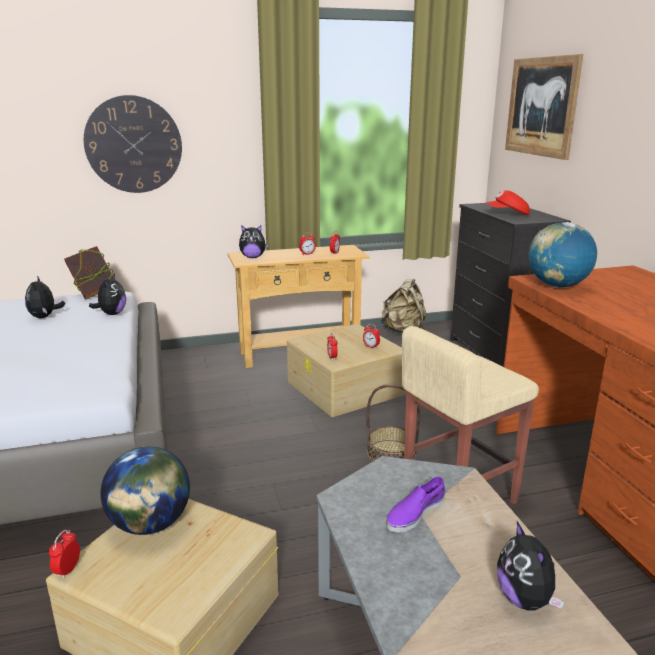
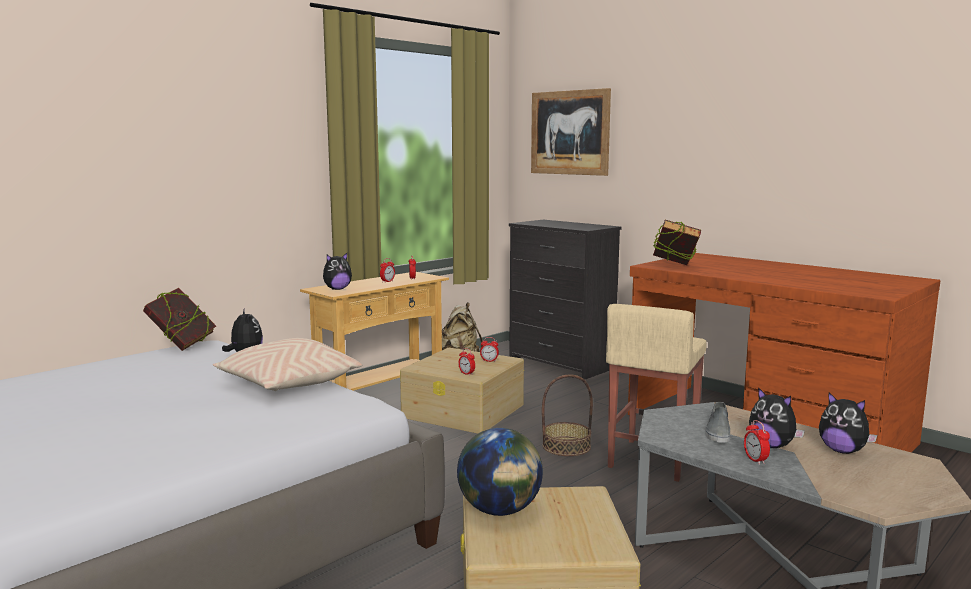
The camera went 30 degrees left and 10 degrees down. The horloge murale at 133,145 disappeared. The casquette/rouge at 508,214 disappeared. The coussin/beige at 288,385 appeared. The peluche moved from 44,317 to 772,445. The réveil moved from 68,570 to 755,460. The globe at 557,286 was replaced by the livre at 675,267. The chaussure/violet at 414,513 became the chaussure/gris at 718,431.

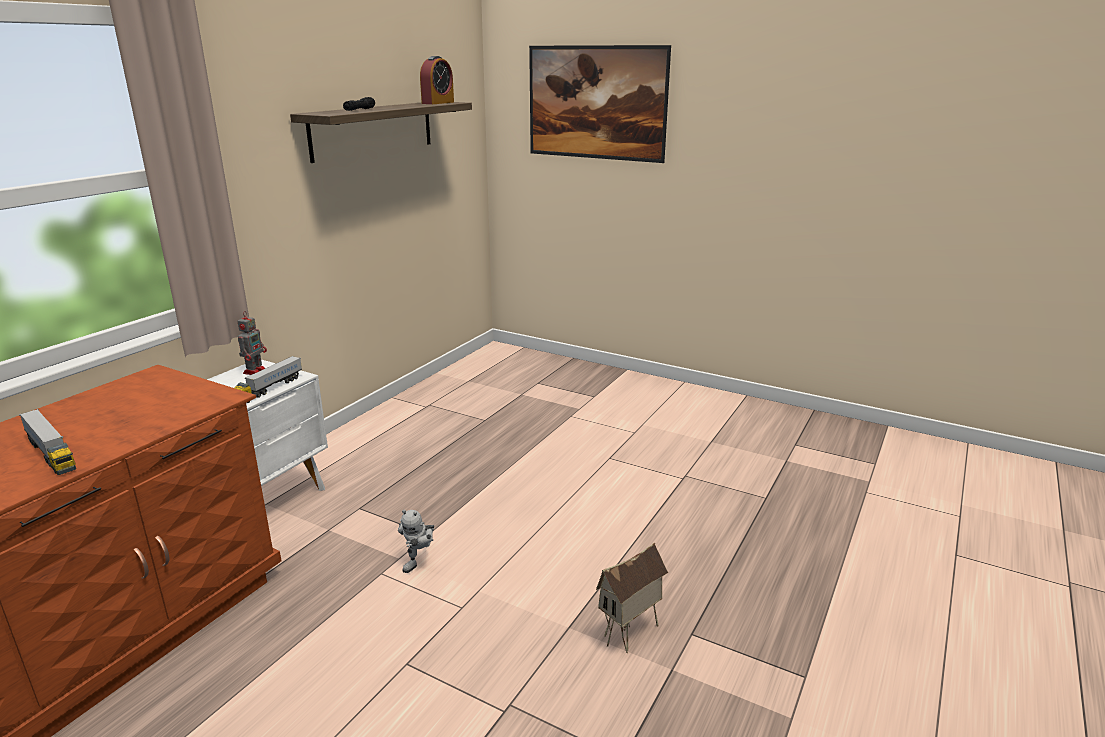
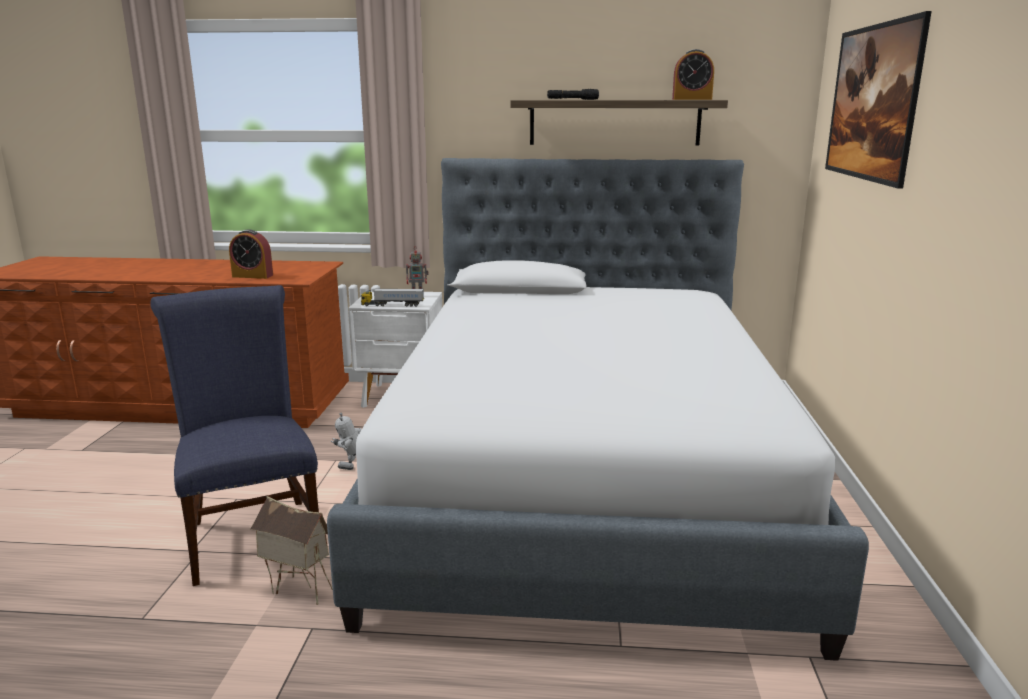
The camera went 65 degrees right and 5 degrees down. The camion jouet at 51,454 disappeared. The chaise/bleu at 253,534 appeared. The réveil at 252,276 appeared. The lit at 584,480 appeared.

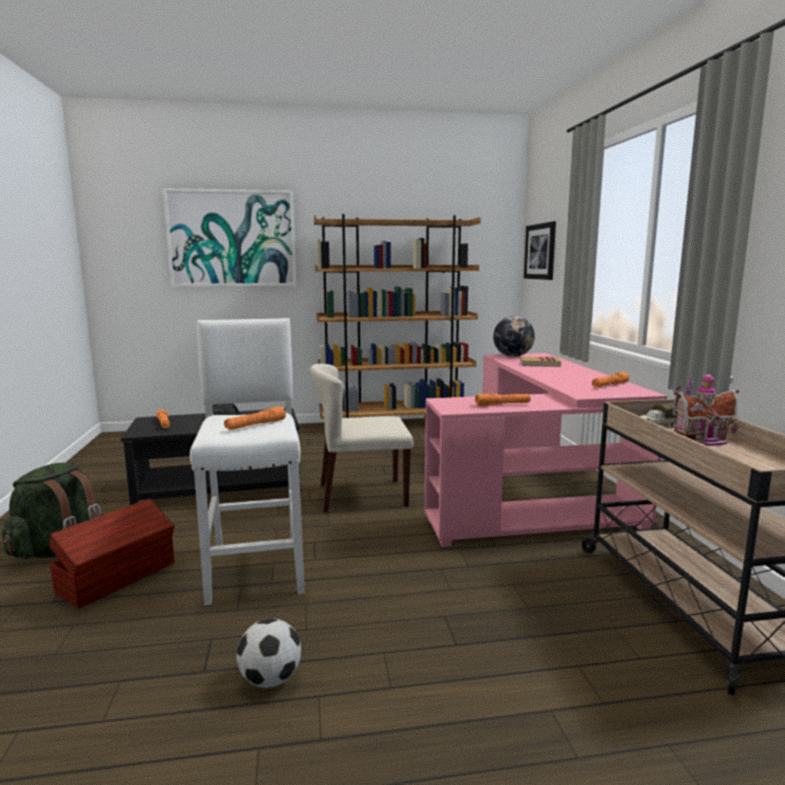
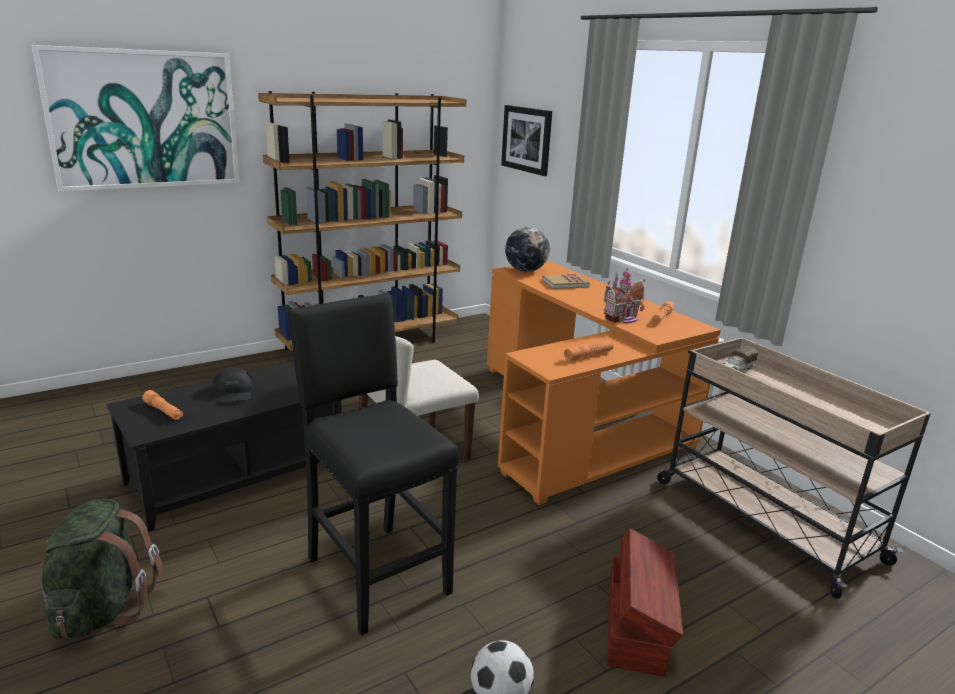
The camera went 25 degrees left and 10 degrees up. The lampe de poche/orange at 255,425 disappeared. The boîte de rangement/marron moved from 119,577 to 637,625. The maison miniature moved from 704,441 to 623,319. The tabouret/blanc at 257,567 became the tabouret/noir at 376,573. The bureau/rose at 537,494 became the bureau/orange at 578,421.

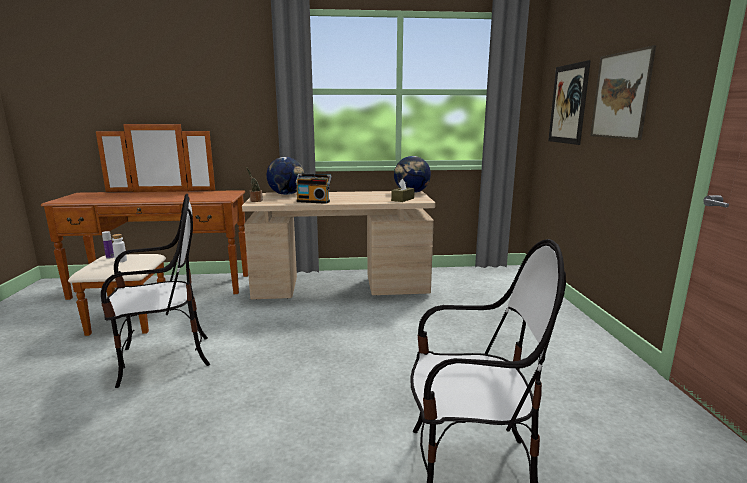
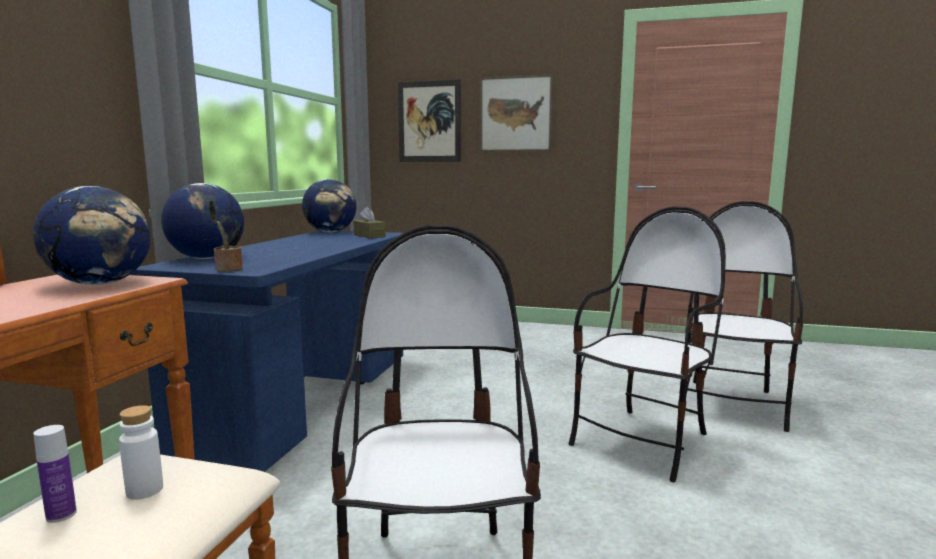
The camera went 70 degrees left and 5 degrees down. The radio at 313,201 disappeared. The globe at 101,283 appeared. The chaise at 643,442 appeared. The bureau/beige at 341,288 became the bureau/bleu at 306,400.

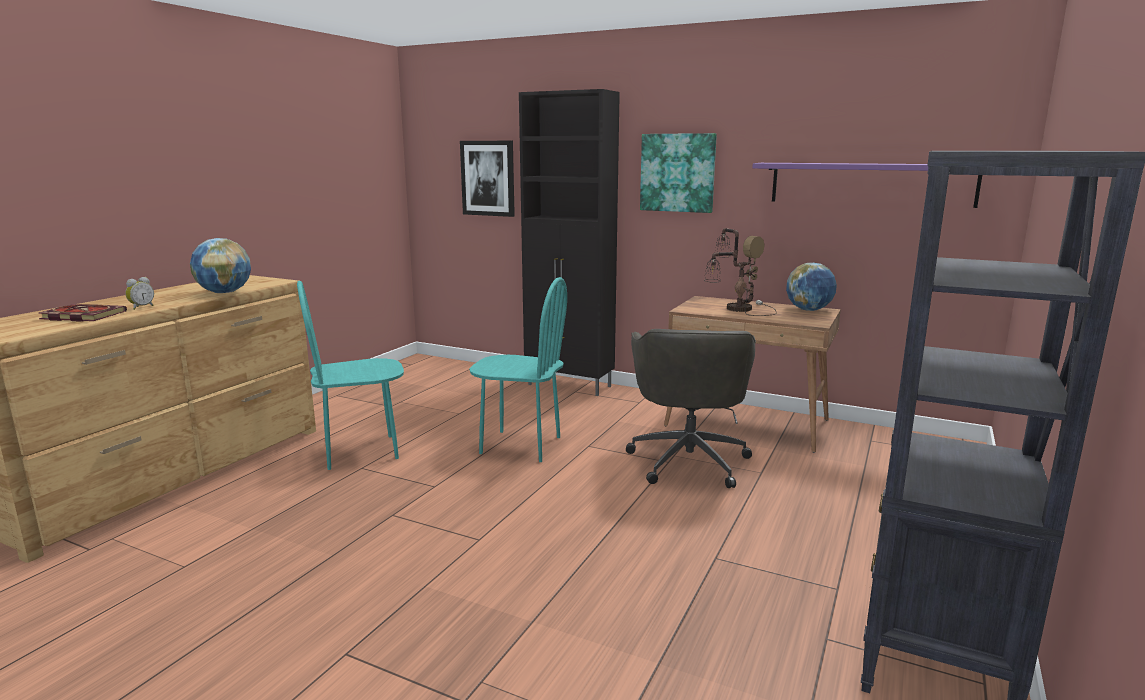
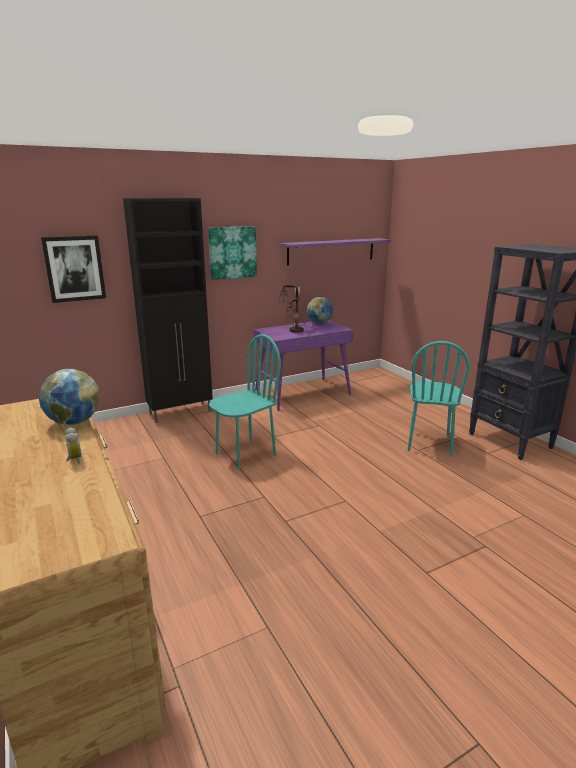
The camera went 55 degrees left and 5 degrees up. The livre at 81,316 disappeared. The chaise de bureau/gris at 689,460 disappeared. The chaise/turquoise moved from 361,451 to 429,443. The bureau/marron at 747,423 became the bureau/violet at 302,393.

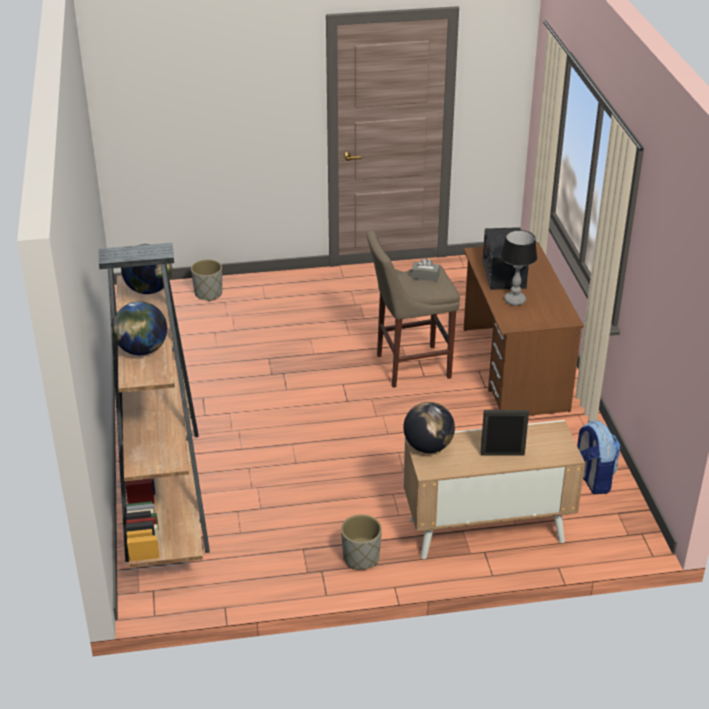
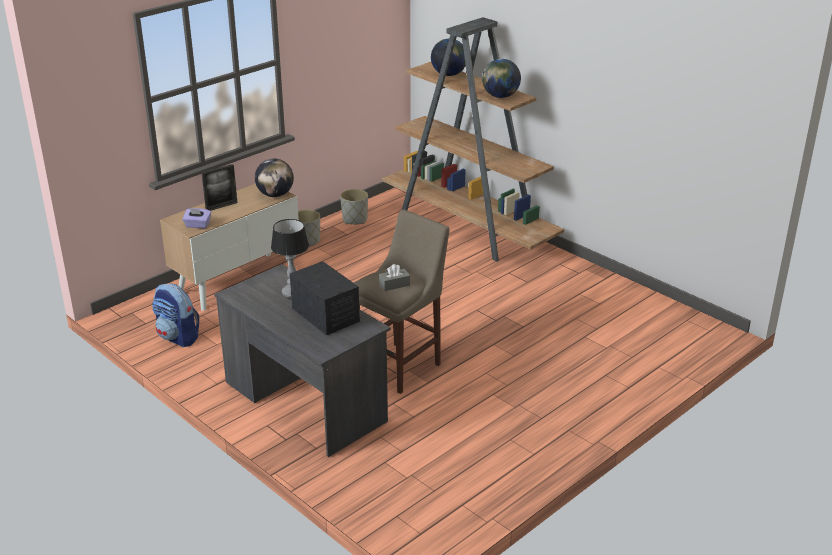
The camera went 145 degrees right and 5 degrees down. The boîte à mouchoirs/violet at 197,225 appeared. The cache-pot/gris moved from 208,294 to 355,220. The bureau/marron at 514,369 became the bureau/gris at 305,401.

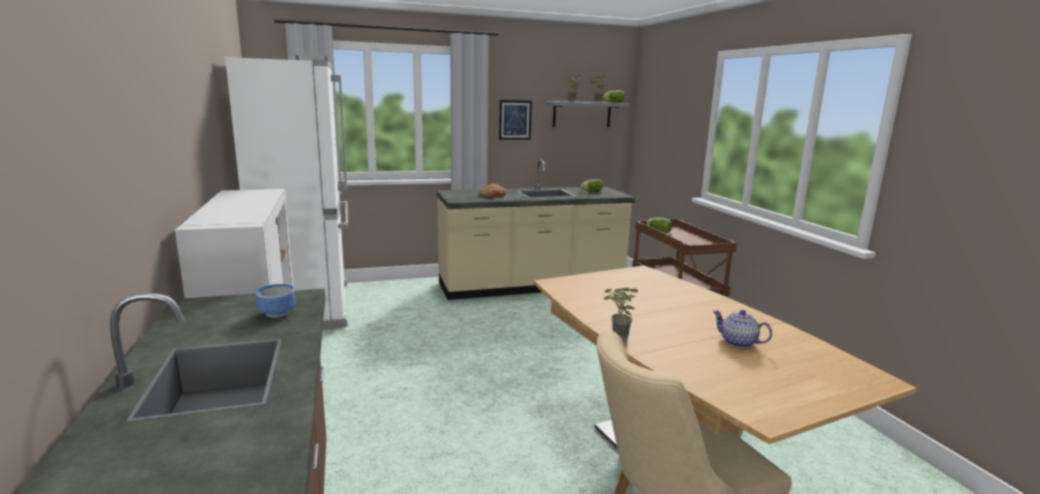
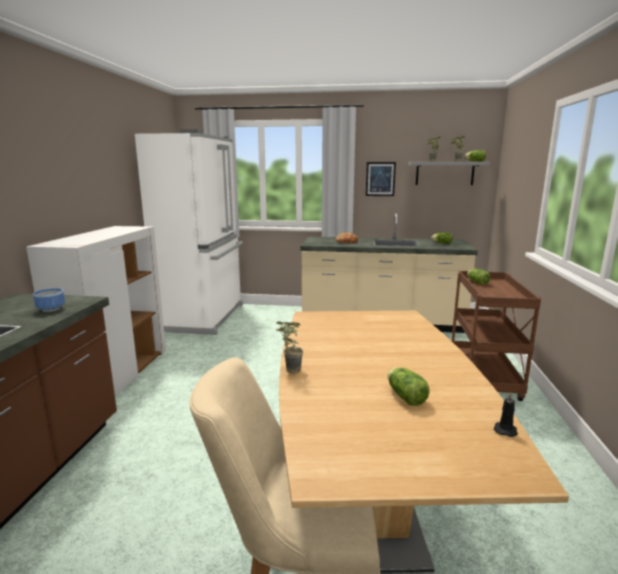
The camera went 25 degrees right and 0 degrees up. The bougie/noir at 505,430 appeared. The théière at 737,342 was replaced by the laitue at 404,395.

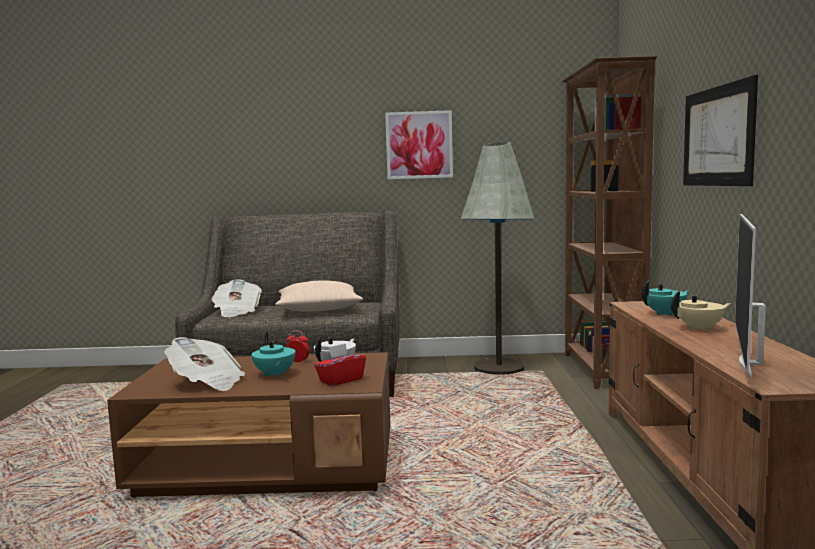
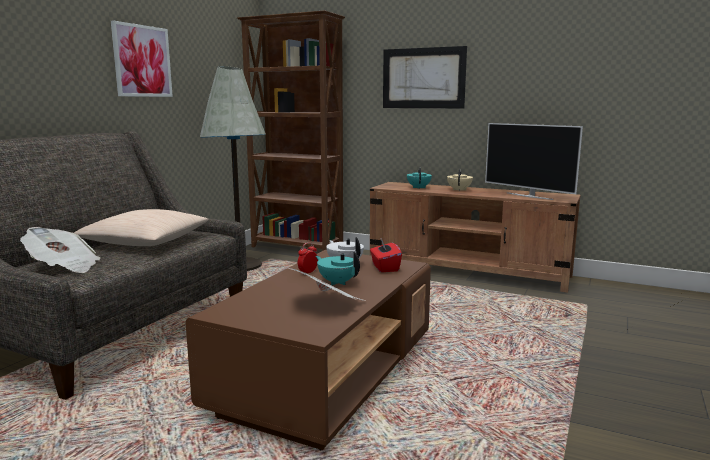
The camera went 65 degrees left and 5 degrees up. The théière/turquoise at 274,374 turned 135 degrees counterclockwise.

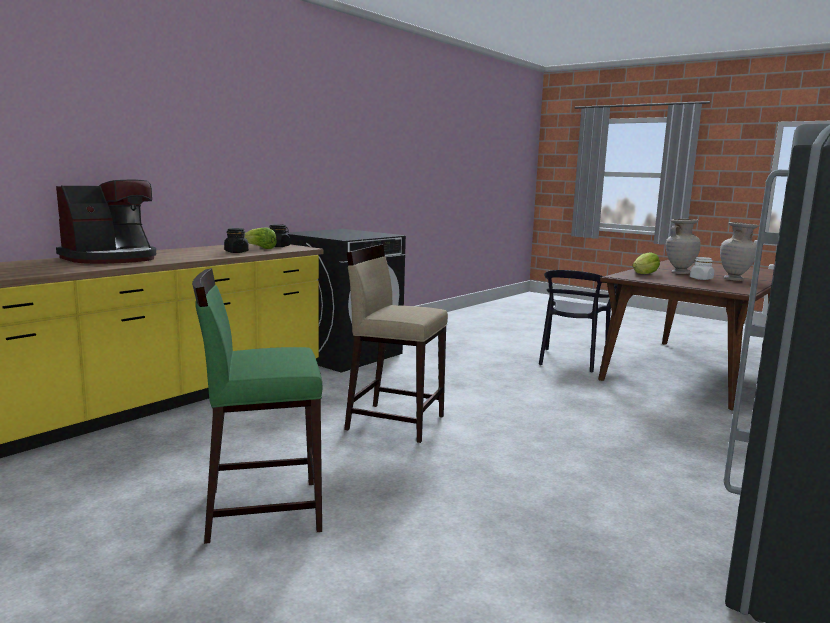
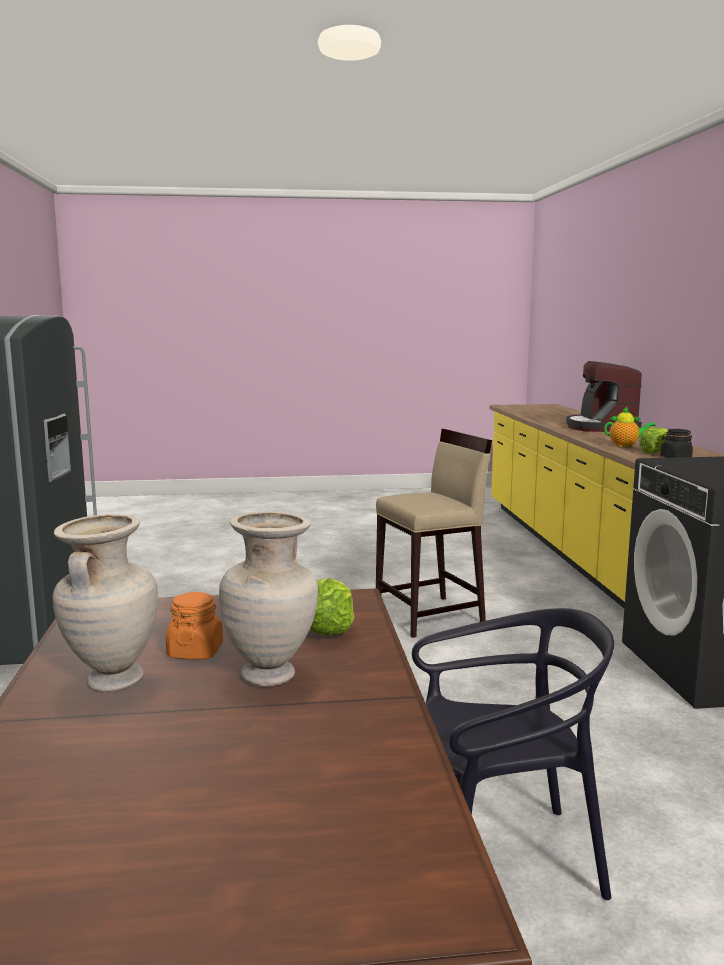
The camera went 135 degrees right and 0 degrees up. The tabouret/vert at 262,509 disappeared. The bocal/noir at 236,252 was replaced by the théière at 625,445. The bocal/blanc at 701,279 became the bocal/orange at 195,652. The chaise/noir at 571,360 turned 105 degrees clockwise.

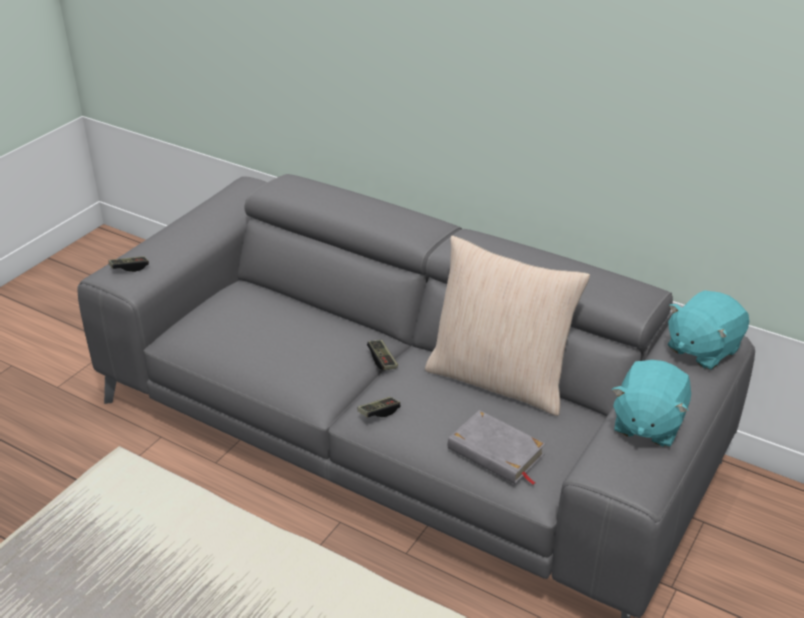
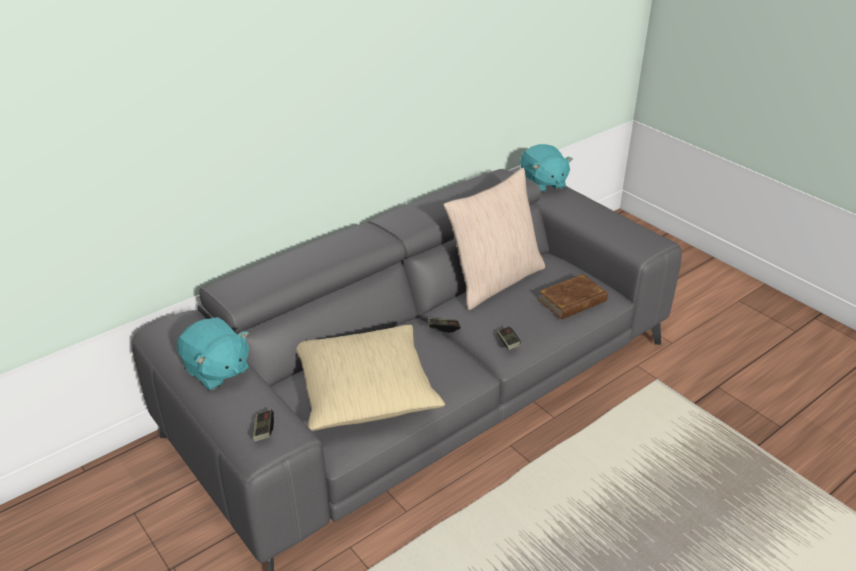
The camera went 70 degrees left and 0 degrees up. The coussin/beige at 366,390 appeared. The peluche/turquoise moved from 647,424 to 216,371. The livre/gris at 495,452 became the livre/marron at 572,300.

